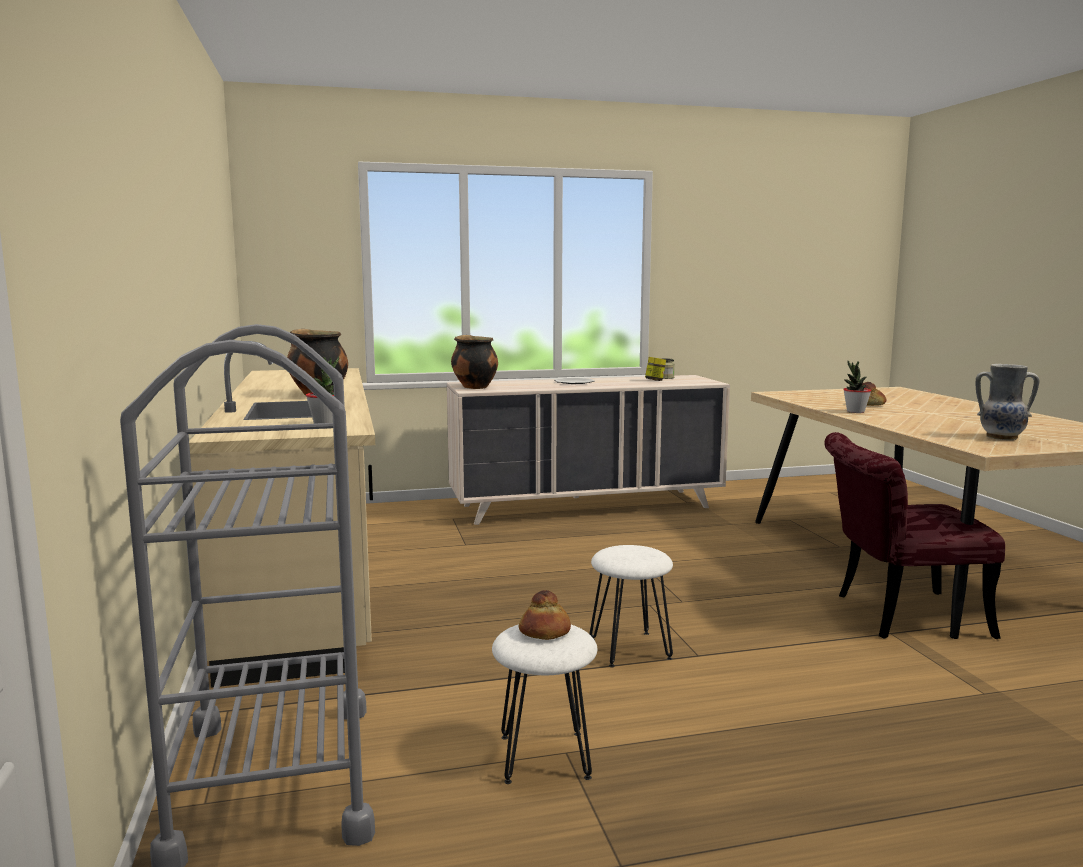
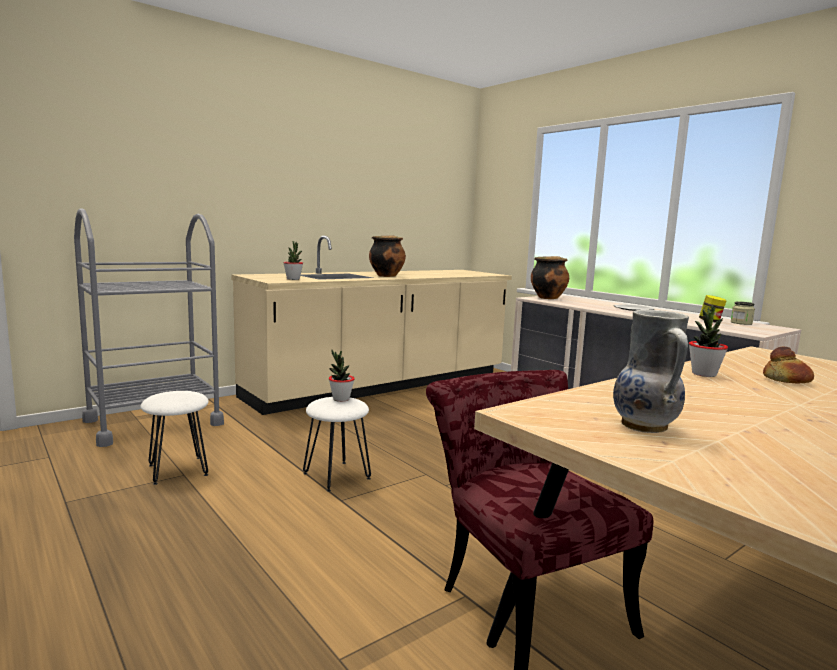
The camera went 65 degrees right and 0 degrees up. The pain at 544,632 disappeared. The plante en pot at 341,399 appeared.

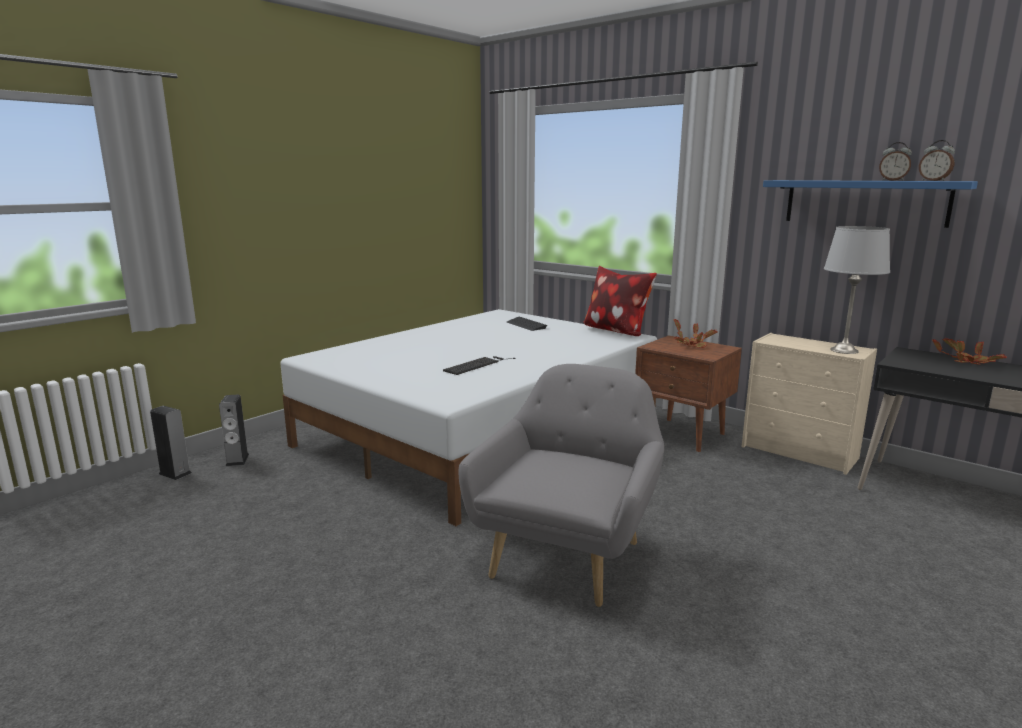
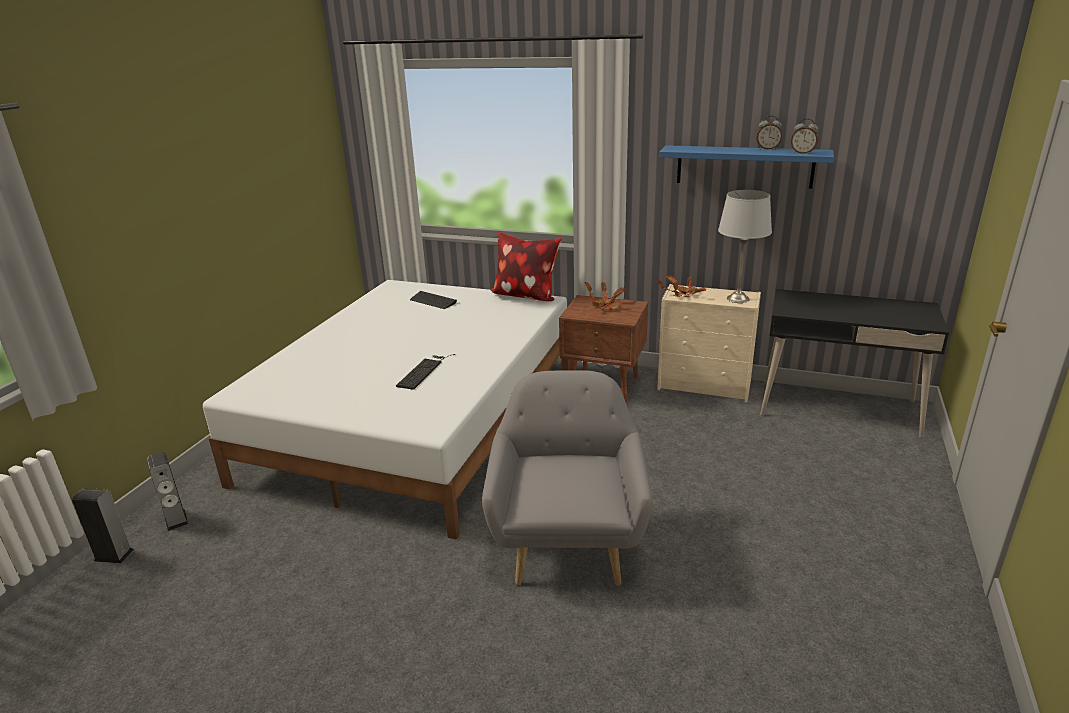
The camera went 20 degrees left and 10 degrees up. The plante en pot moved from 967,362 to 682,294.

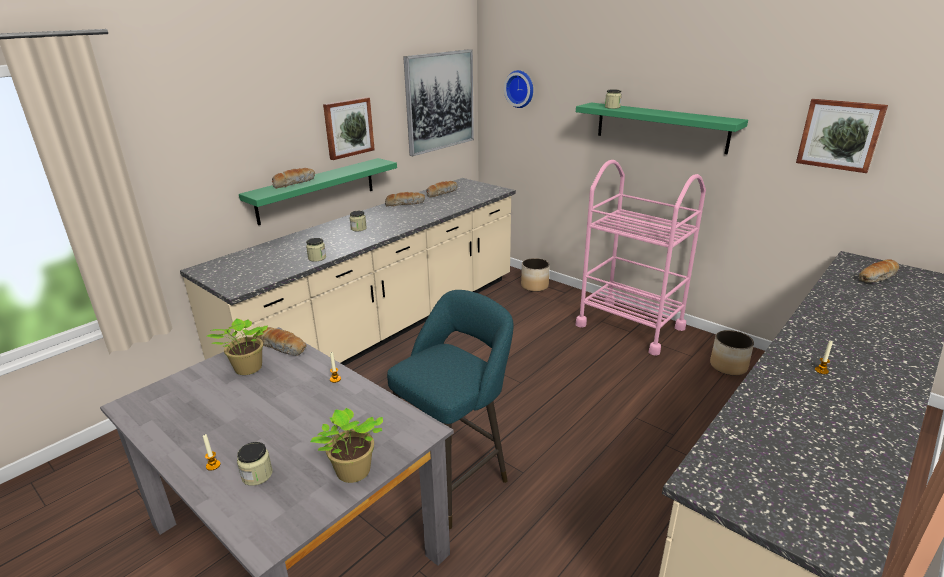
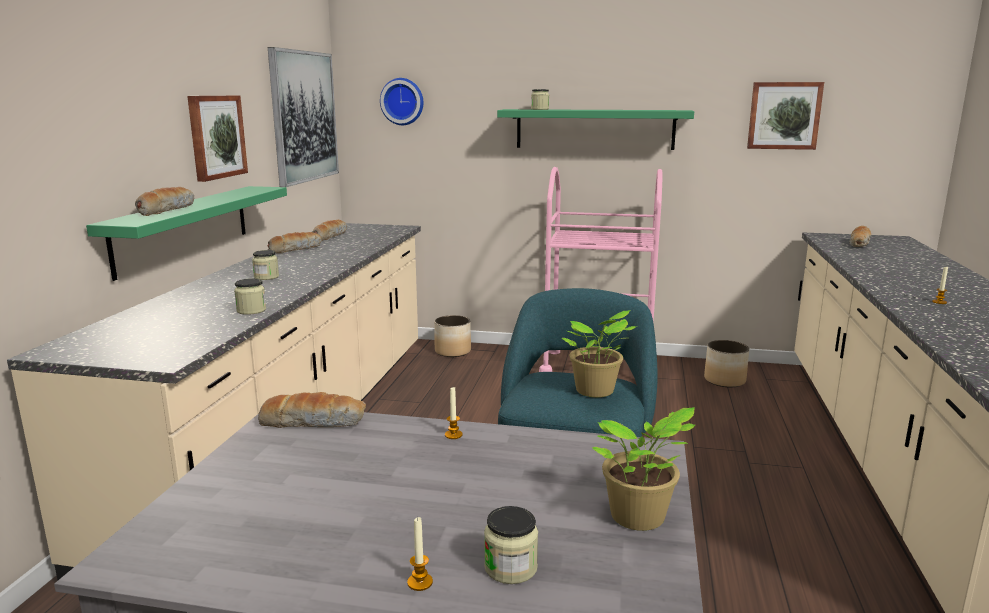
The camera went 30 degrees left and 10 degrees down. The plante en pot moved from 247,369 to 595,392.

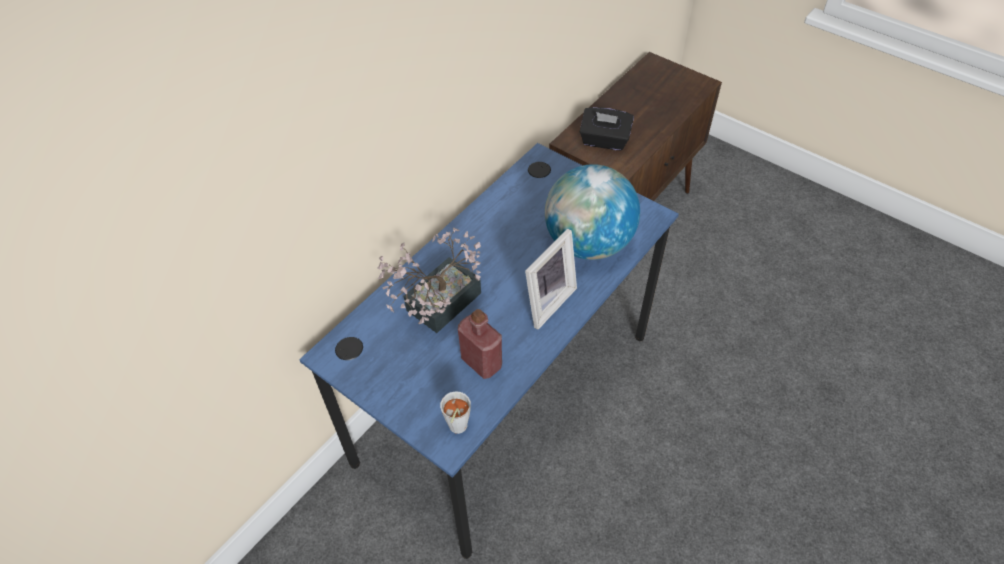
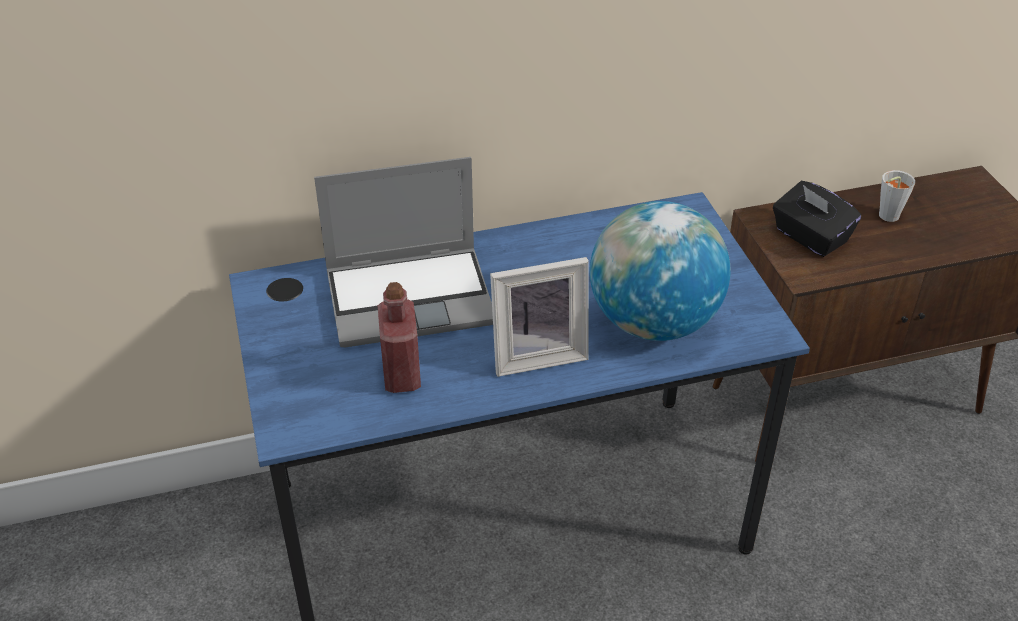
The camera went 35 degrees right and 10 degrees down. The tasse/gris moved from 456,429 to 885,217. The plante en pot at 436,306 was replaced by the ordinateur portable at 411,297.

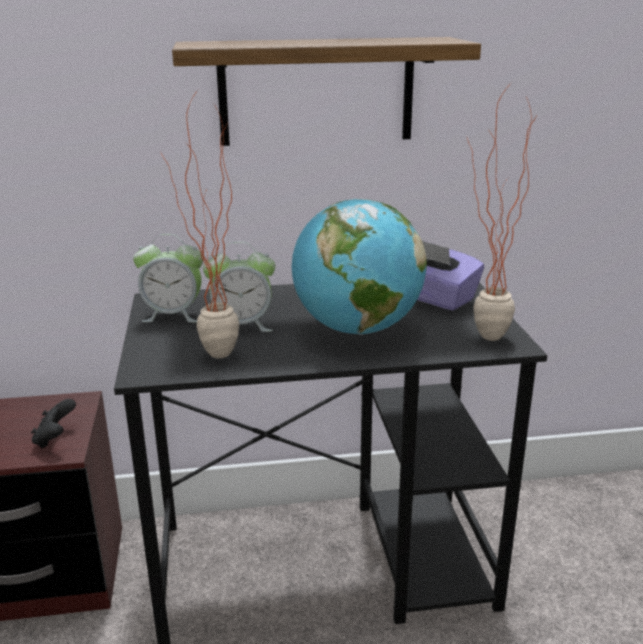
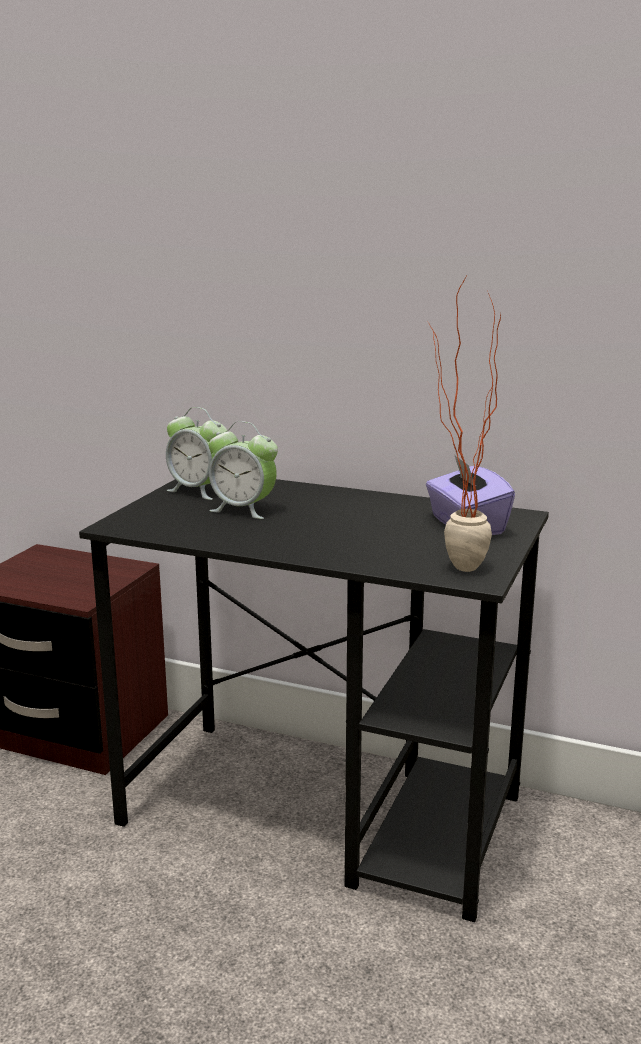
The camera went 30 degrees right and 5 degrees down. The manette/noir at 55,439 disappeared. The plante en pot at 211,360 disappeared. The étagère at 316,92 disappeared. The globe at 356,329 disappeared.

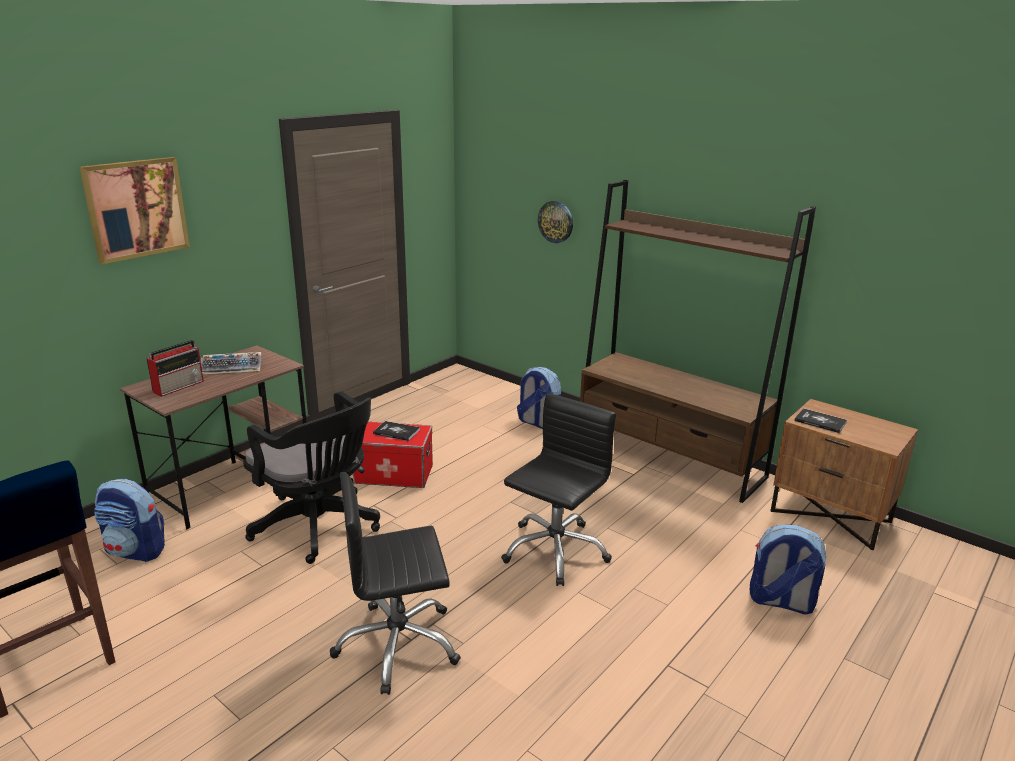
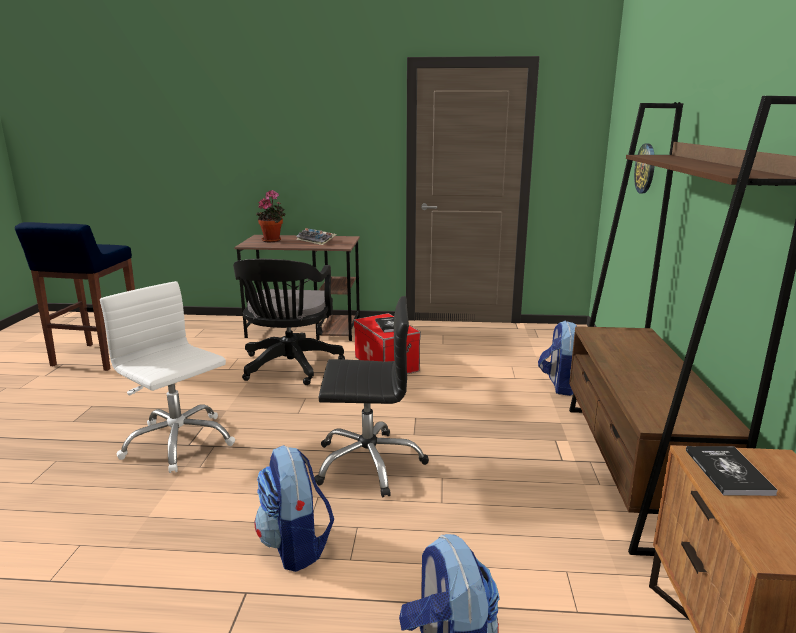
The camera went 55 degrees right and 5 degrees down. The tableau at 136,209 disappeared. The sac à dos moved from 136,551 to 295,545. The radio at 179,386 was replaced by the plante en pot at 273,240. The chaise de bureau/noir at 398,645 became the chaise de bureau/blanc at 178,442.

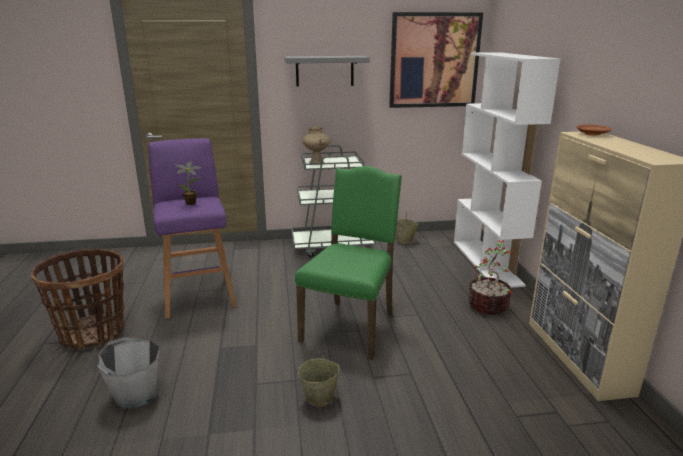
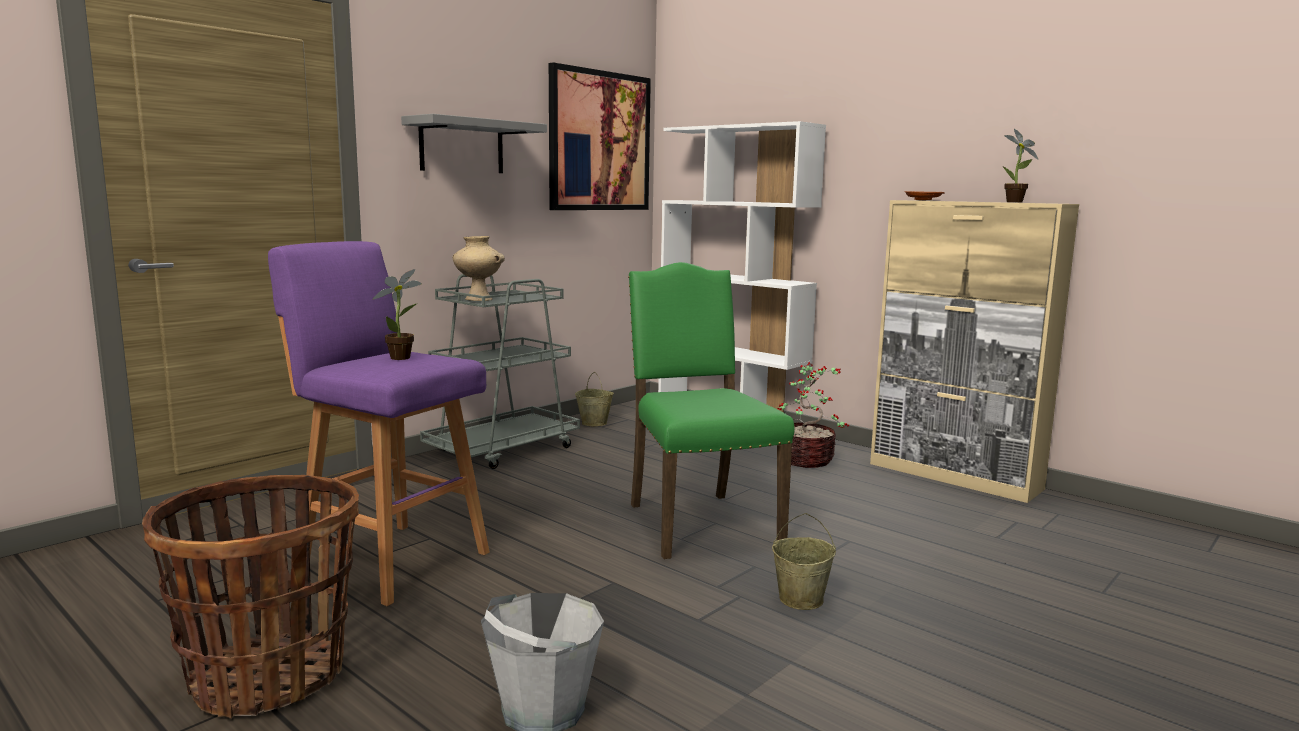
The camera went 40 degrees left and 10 degrees down. The plante en pot at 1015,202 appeared.

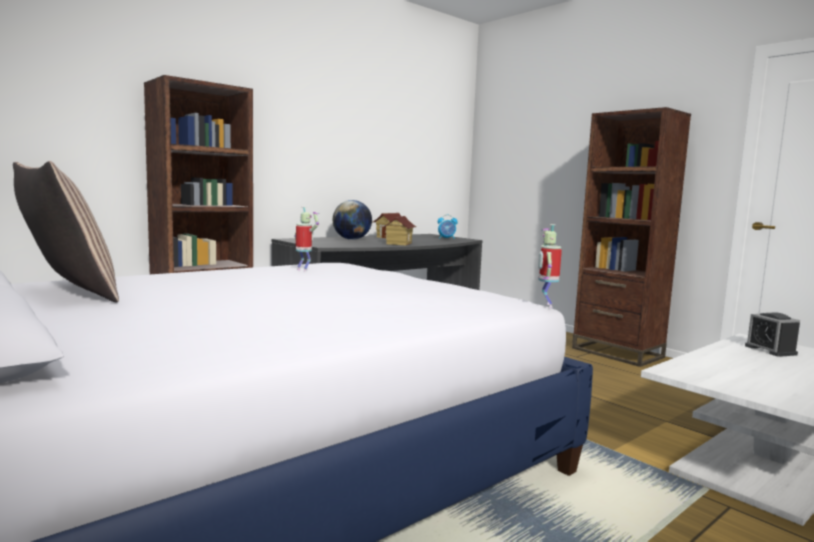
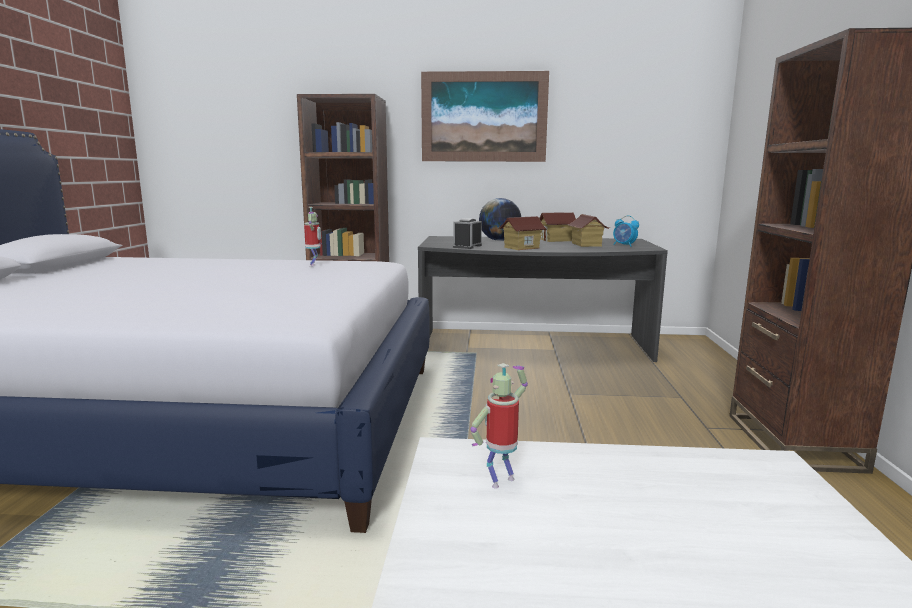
The camera went 45 degrees right and 5 degrees up. The coussin at 67,293 disappeared. The tableau at 484,117 appeared. The maison miniature at 586,245 appeared. The robot jouet moved from 546,305 to 500,480. The réveil moved from 770,350 to 467,246.

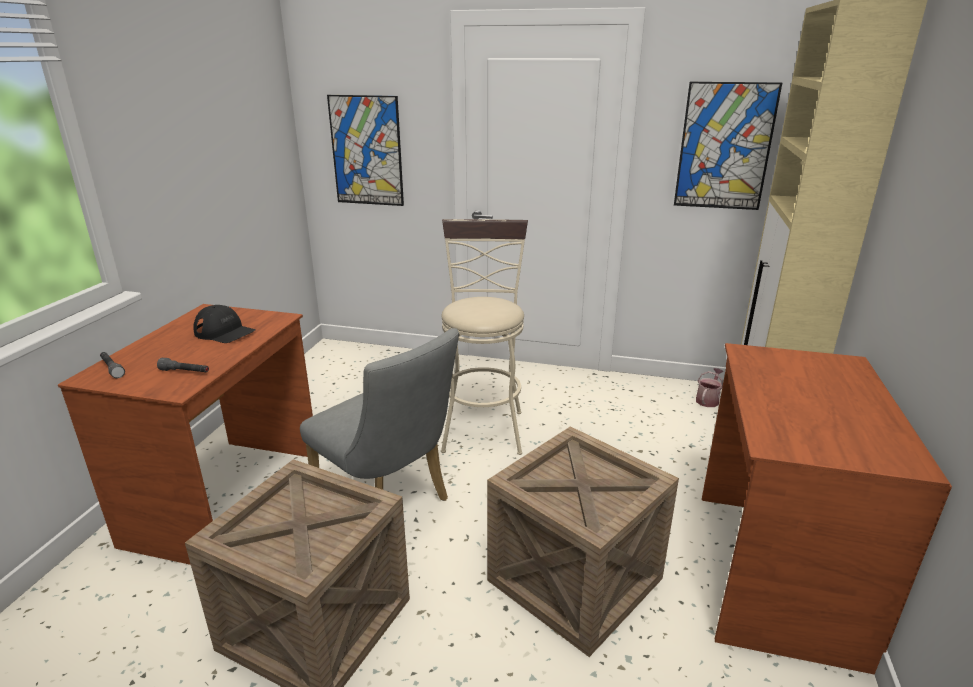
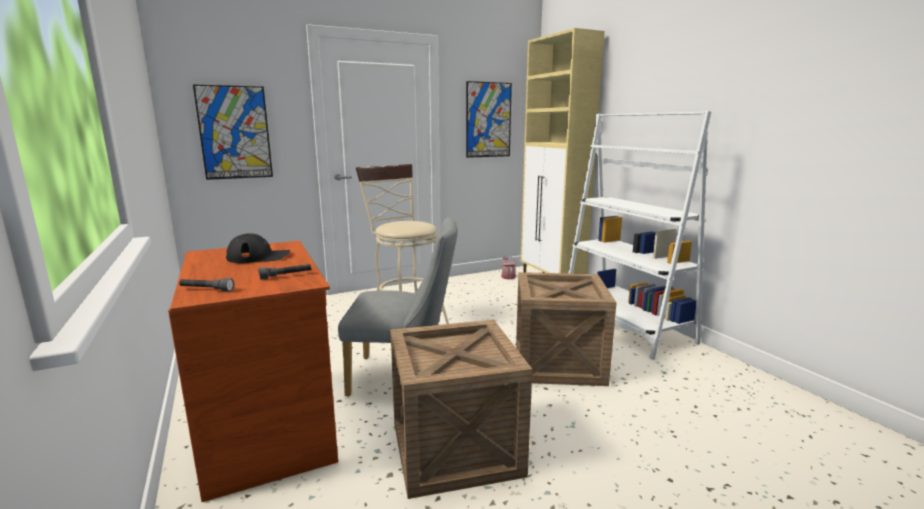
The camera went 40 degrees left and 10 degrees down. The bureau/marron at 771,571 was replaced by the bibliothèque/blanc at 625,326.

